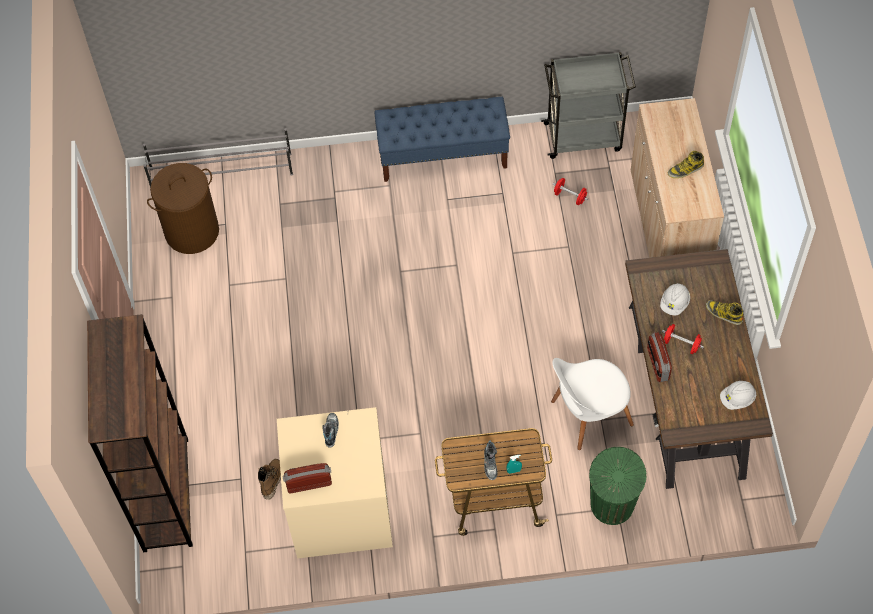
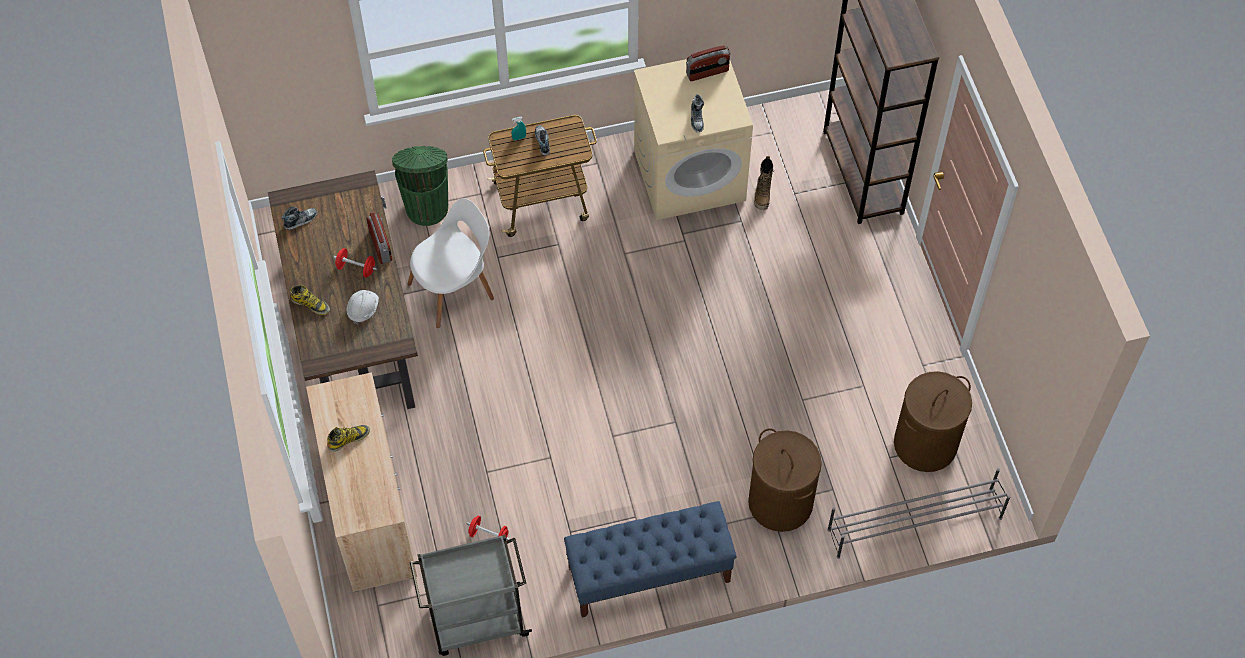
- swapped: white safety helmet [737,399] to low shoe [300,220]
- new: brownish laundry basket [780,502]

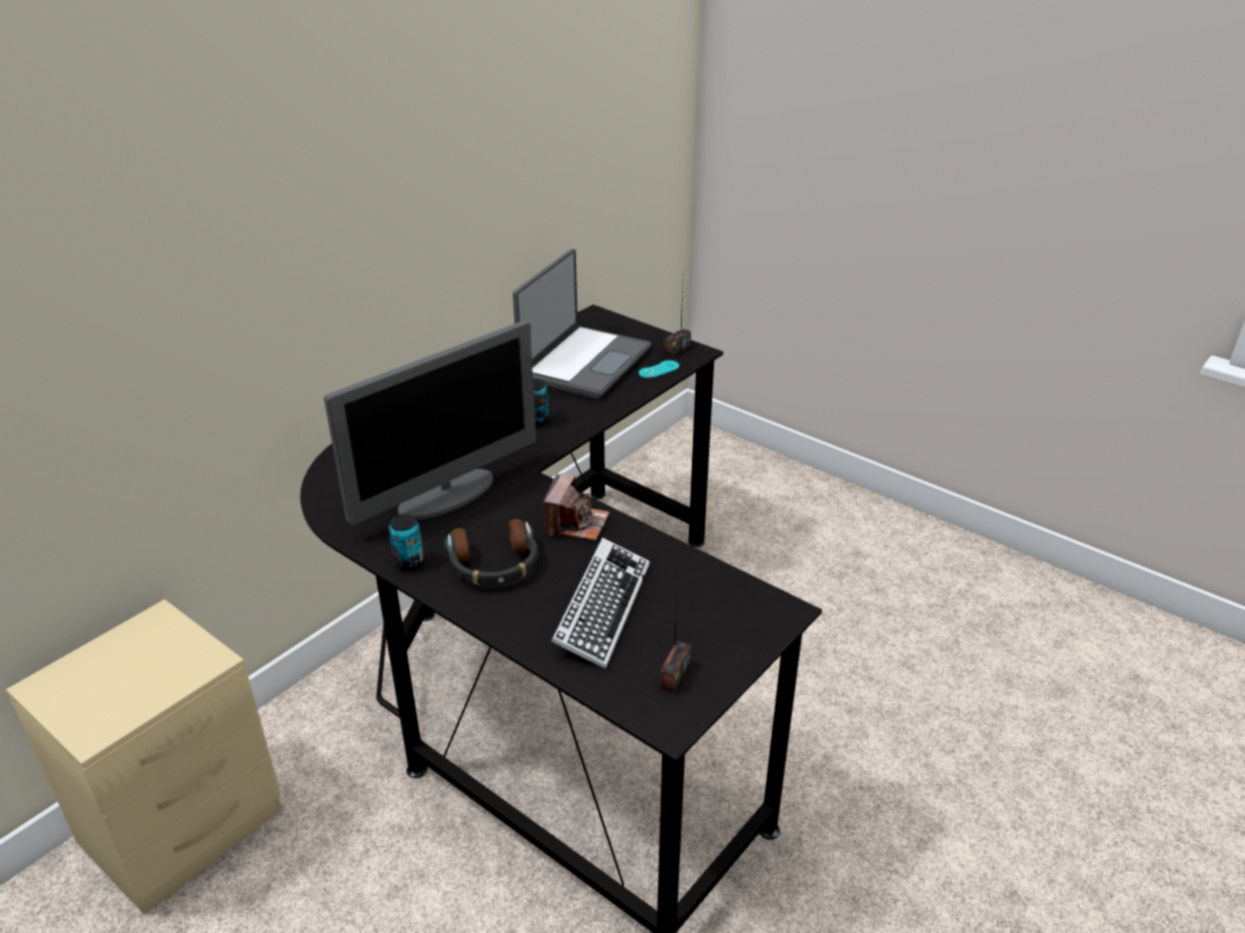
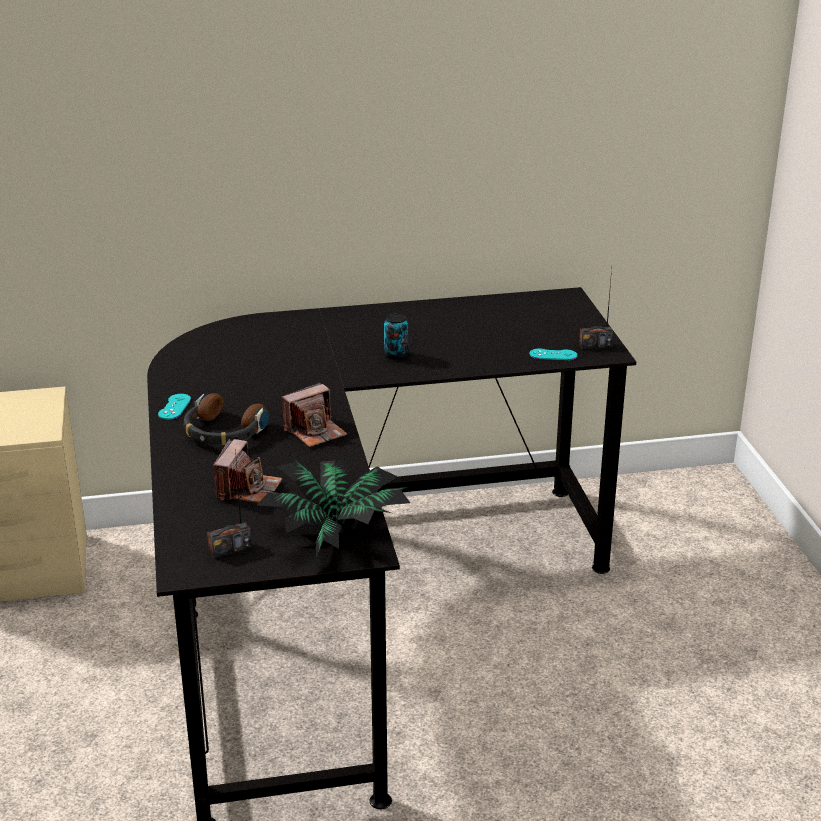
- swapped: metal can [408,562] to turquoise-coloured game controller [174,407]
- swapped: keyboard [602,608] to photo camera [248,489]
- new: plant in a pot [337,533]
- gone: monitor [447,495]
- gone: laptop [583,363]

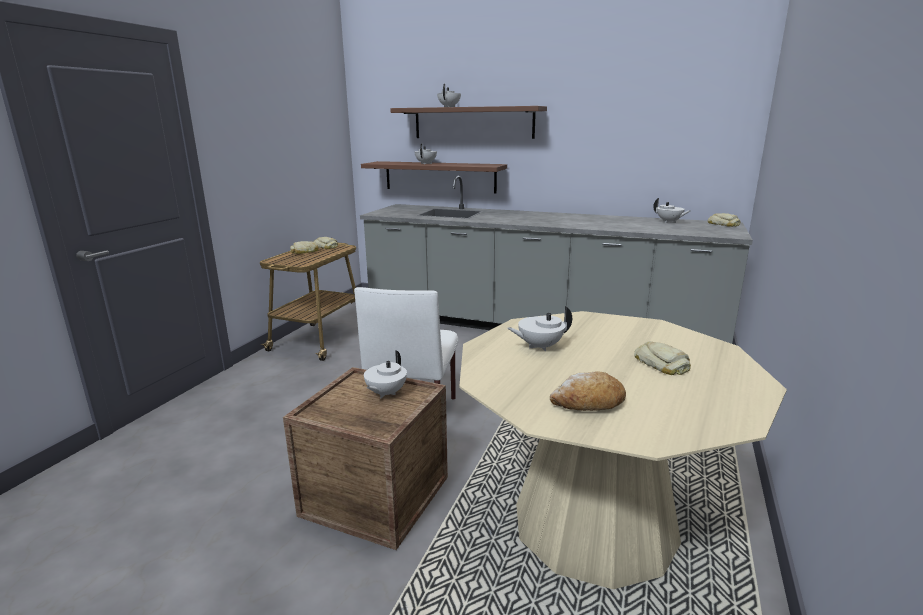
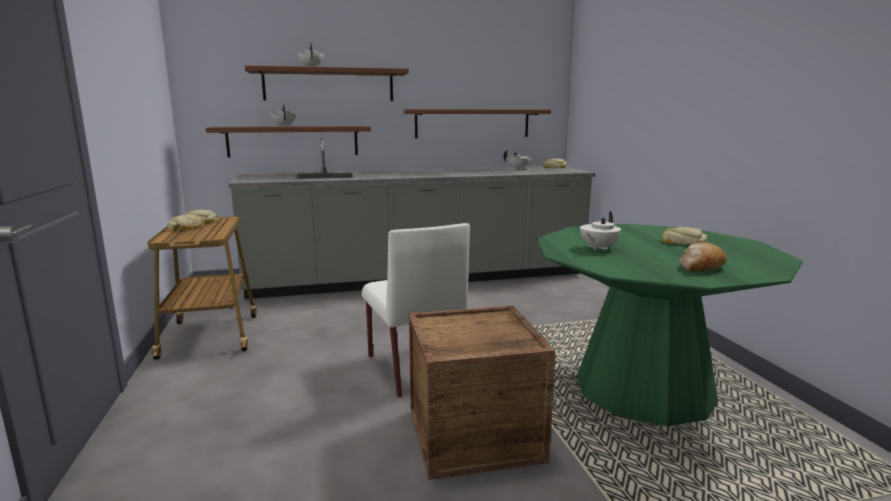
- new: brownish shelf [472,123]
- repainted: beige-coloured kitchen table [594,523] to green kitchen table [644,389]
- gone: white teapot [385,393]

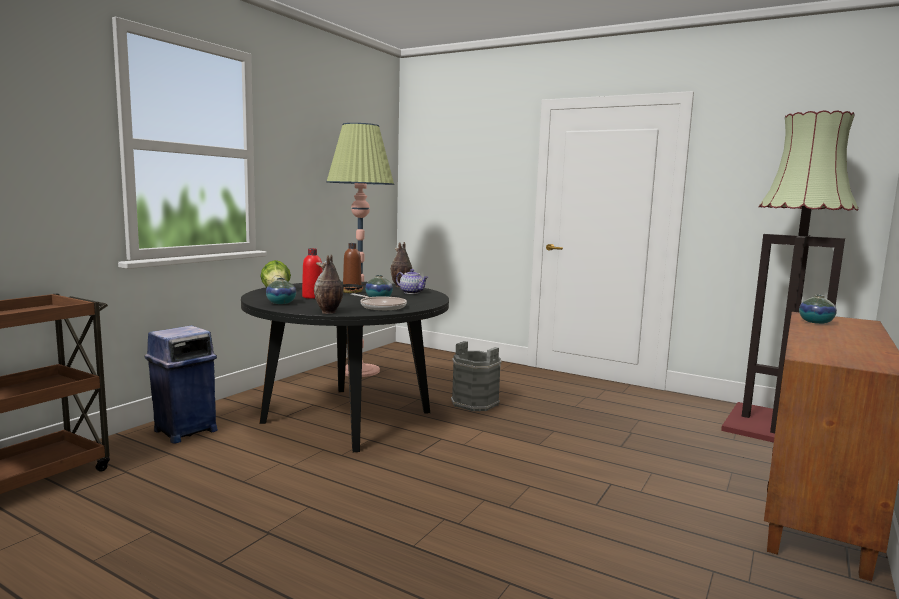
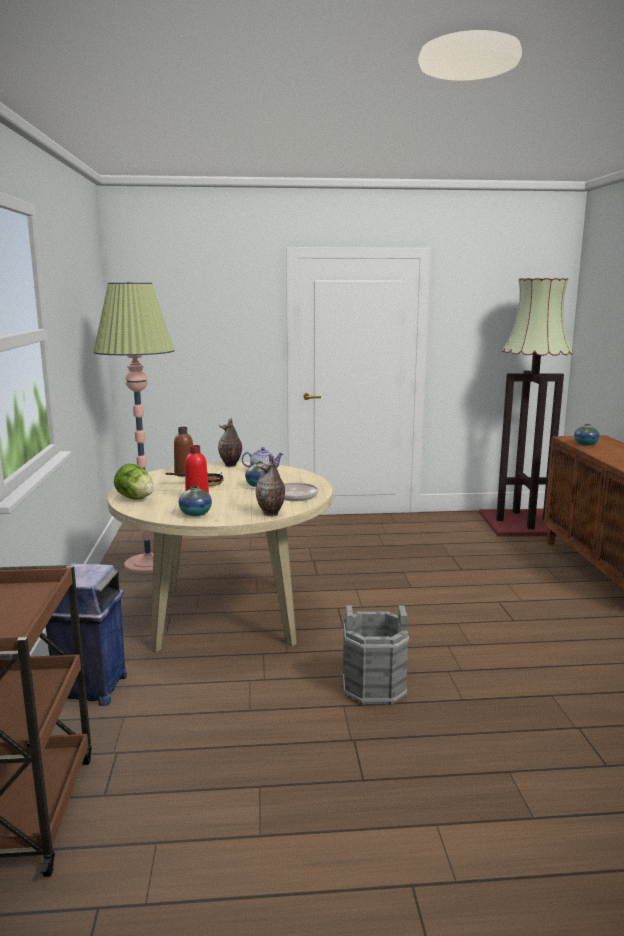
- repainted: black-coloured kitchen table [347,417] to beige-coloured kitchen table [226,615]
- shifted: gray bucket [474,403] to [374,687]

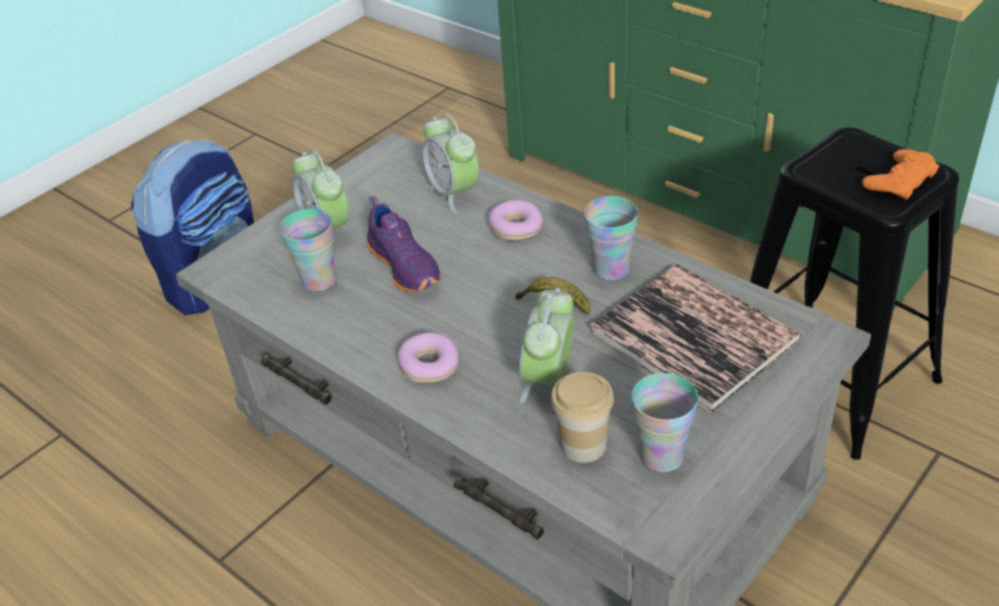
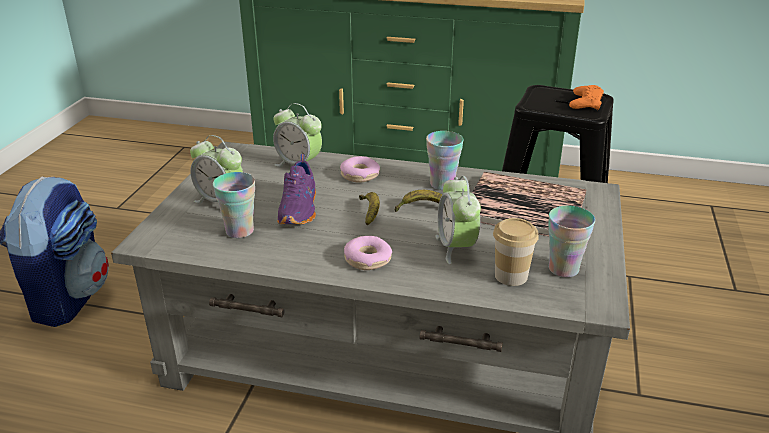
- rotated: purple-coloured low shoe [406,266] = [300,209] 60 degrees clockwise
- new: whole banana [370,212]

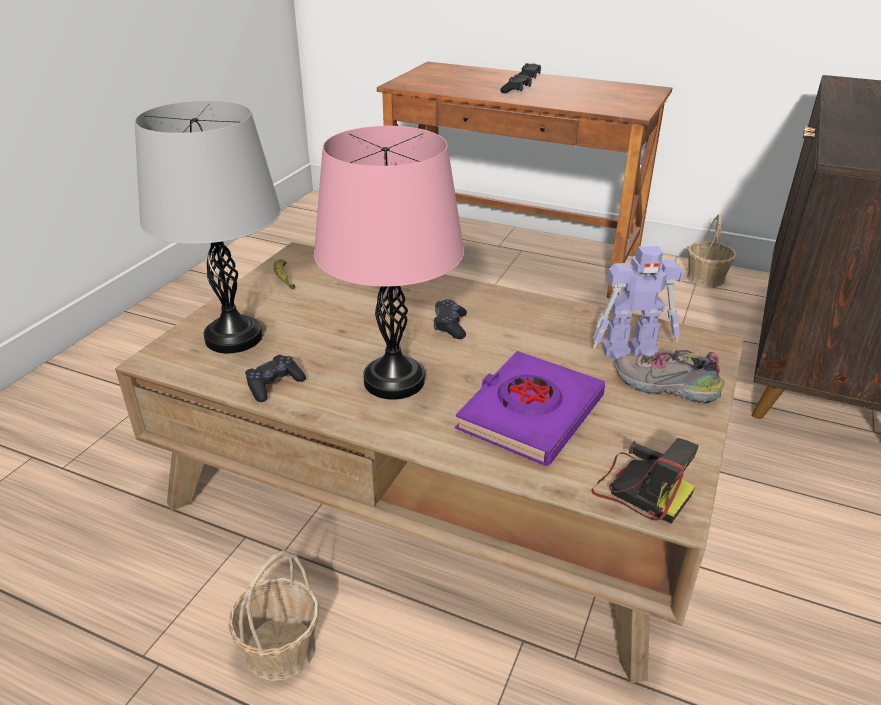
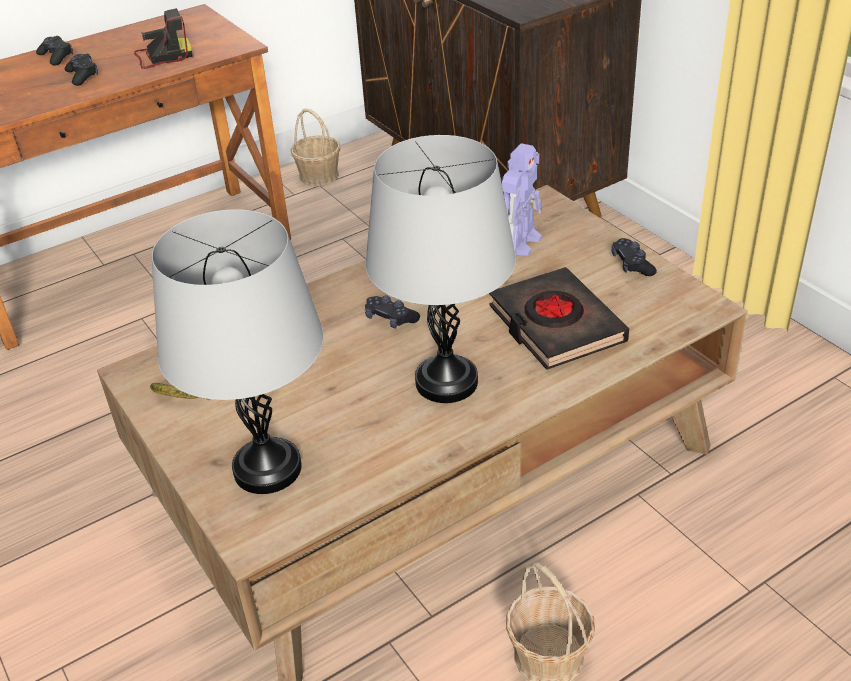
- shifted: photo camera [639,489] to [162,56]
- repainted: pink table lamp [394,381] to gray table lamp [446,382]
- repainted: purple-coloured volume [529,414] to black-coloured volume [555,325]
- shifted: black-coloured game controller [274,385] to [632,264]
- gone: low shoe [665,388]

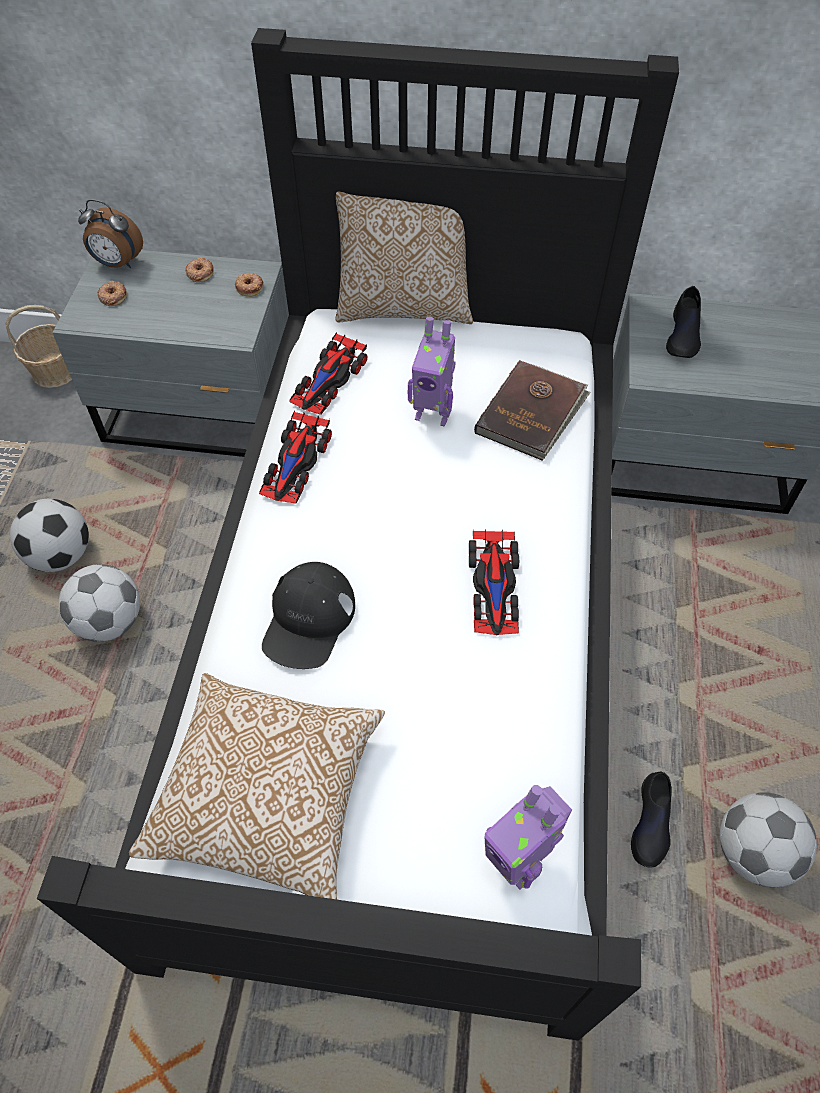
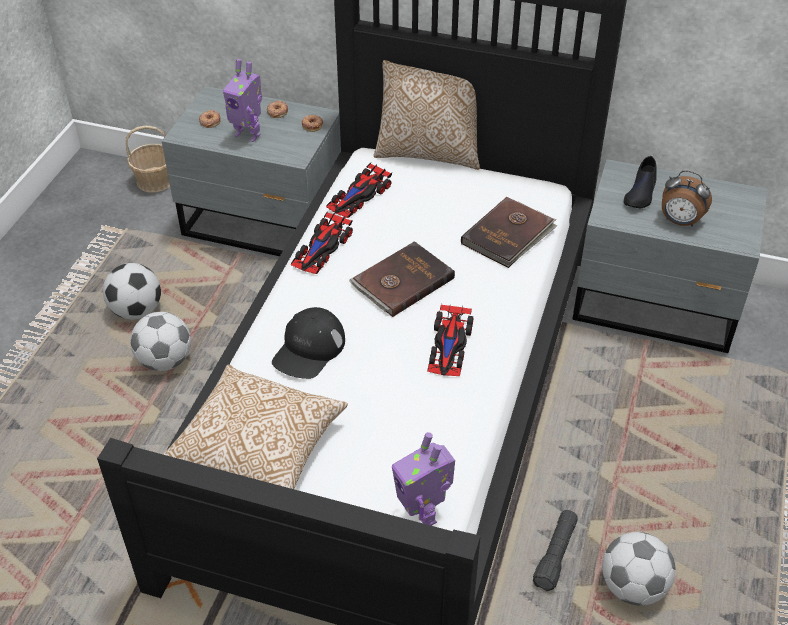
- shifted: robot figure [433,414] to [248,134]
- new: brownish volume [401,281]
- swapped: black-coloured low shoe [651,823] to black-coloured flashlight [555,555]
- shifted: table clock [117,264] to [679,222]

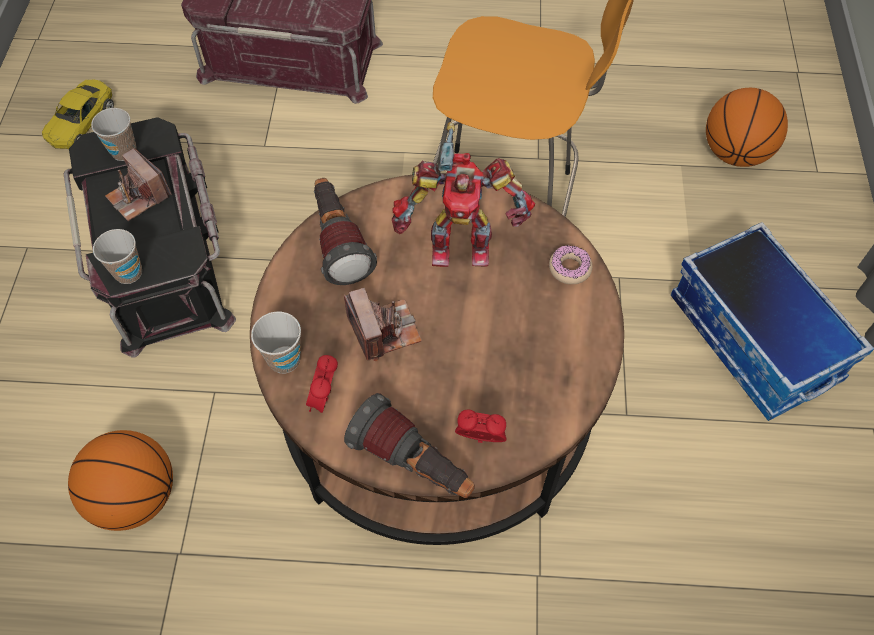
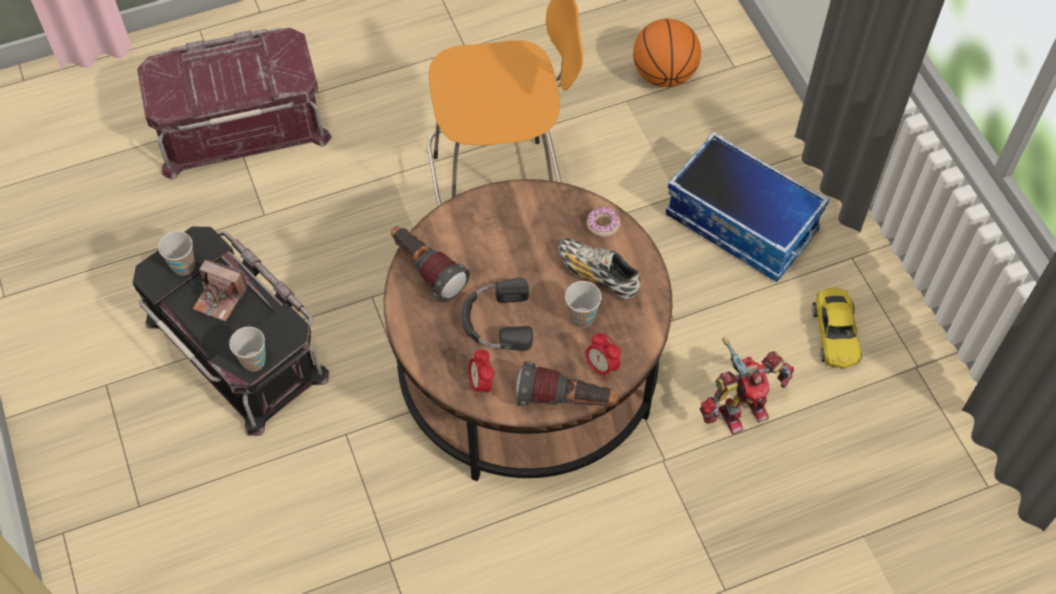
- swapped: photo camera [384,330] to black-coloured pair of headphones [496,321]
- new: low shoe [598,274]
- shifted: cup [284,359] to [581,317]
- rotated: table clock [480,439] = [601,366] 120 degrees counterclockwise
- shifted: robot figure [459,244] to [740,410]
- shifted: yellowish miniature car [81,122] to [835,333]
- gone: basketball [136,496]

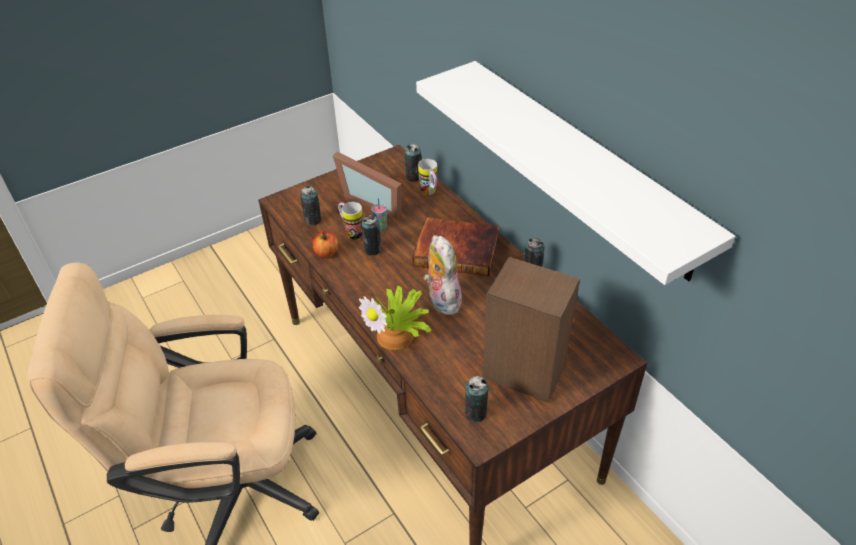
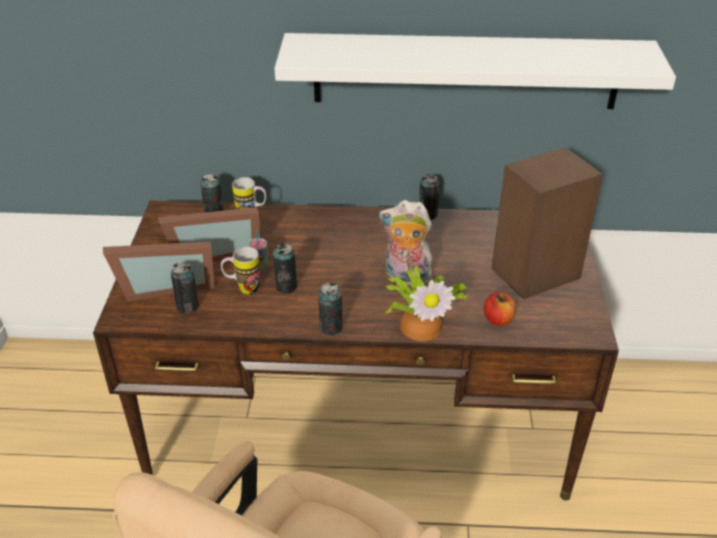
- new: standing frame [165,286]
- shifted: metal can [475,413] to [330,328]
- shifted: apple [326,252] to [498,319]
- gone: volume [457,249]

